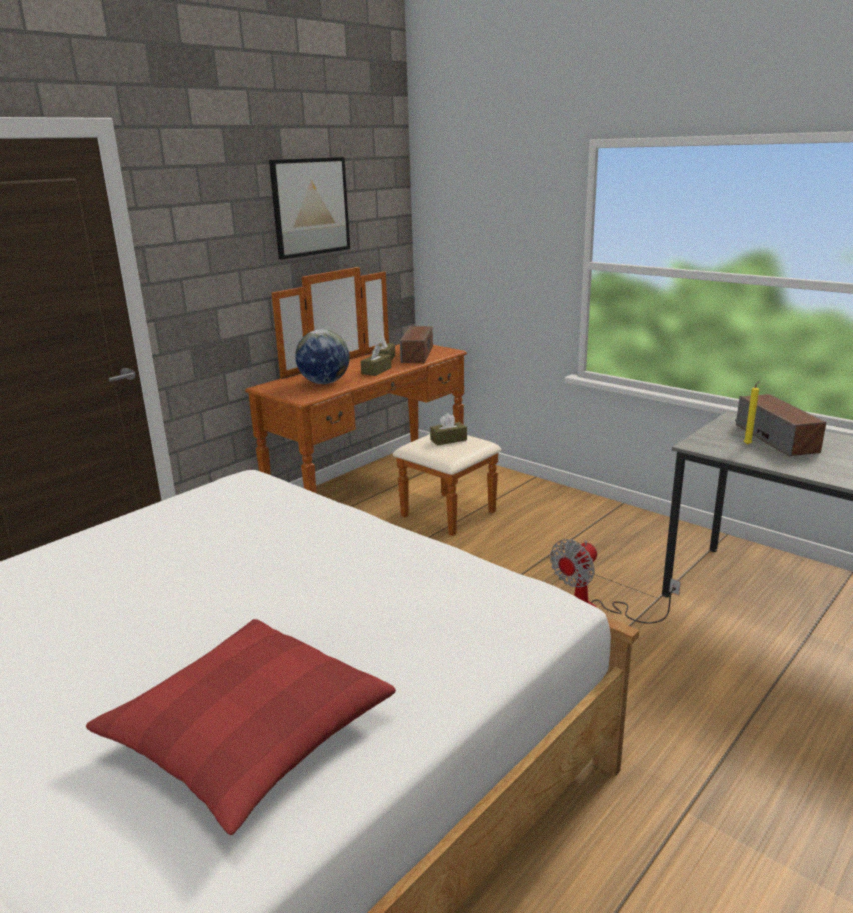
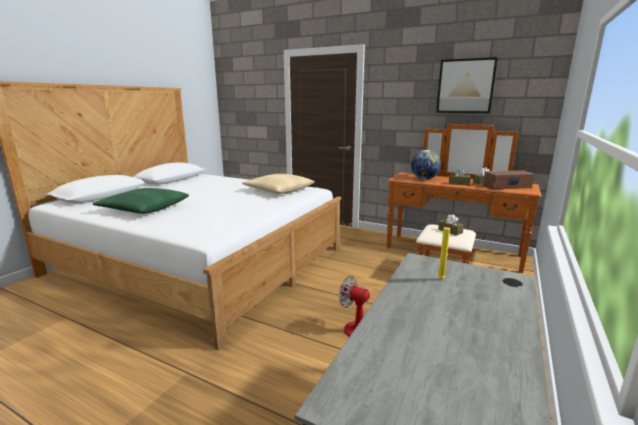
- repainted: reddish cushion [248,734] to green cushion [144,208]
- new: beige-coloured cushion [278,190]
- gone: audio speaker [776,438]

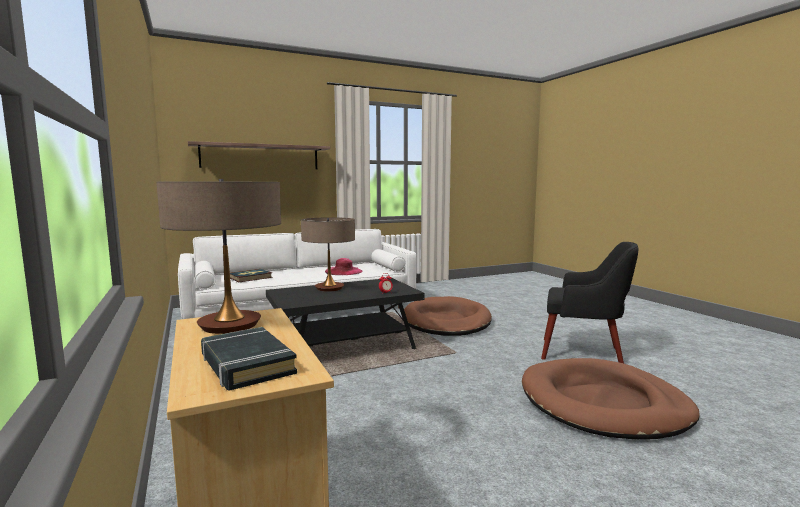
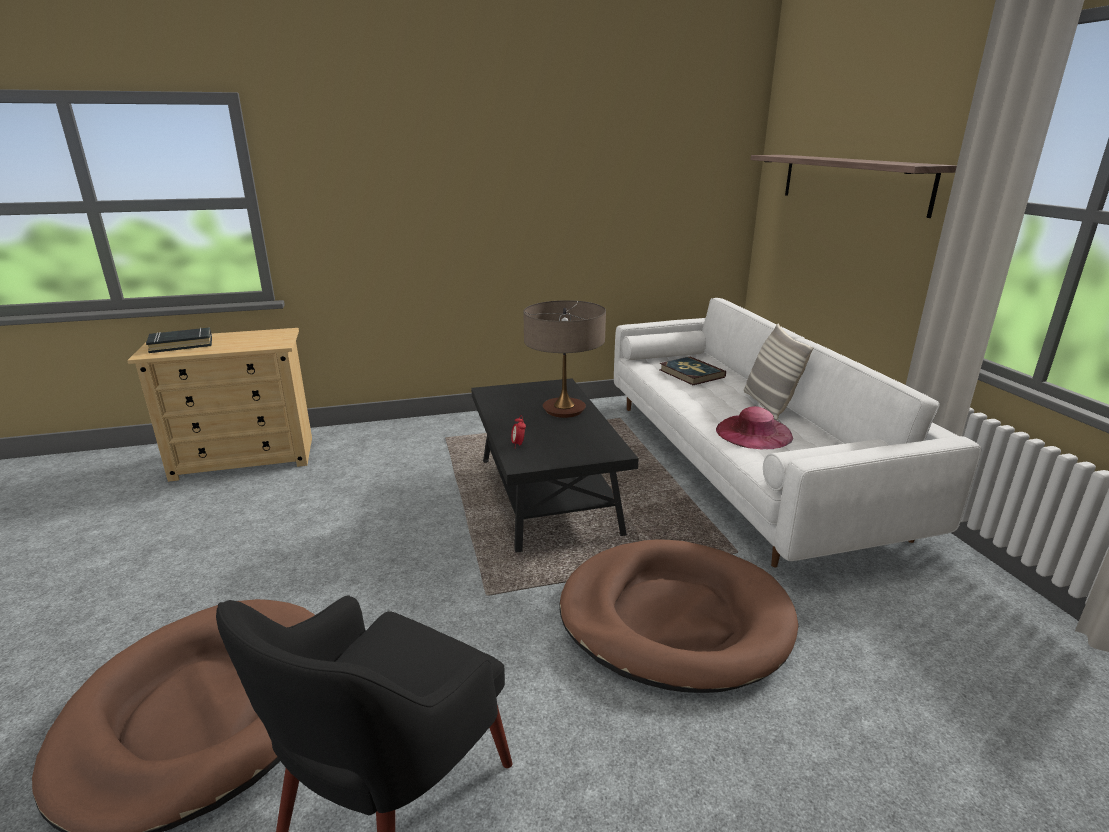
- new: cushion [768,405]
- gone: table lamp [229,325]

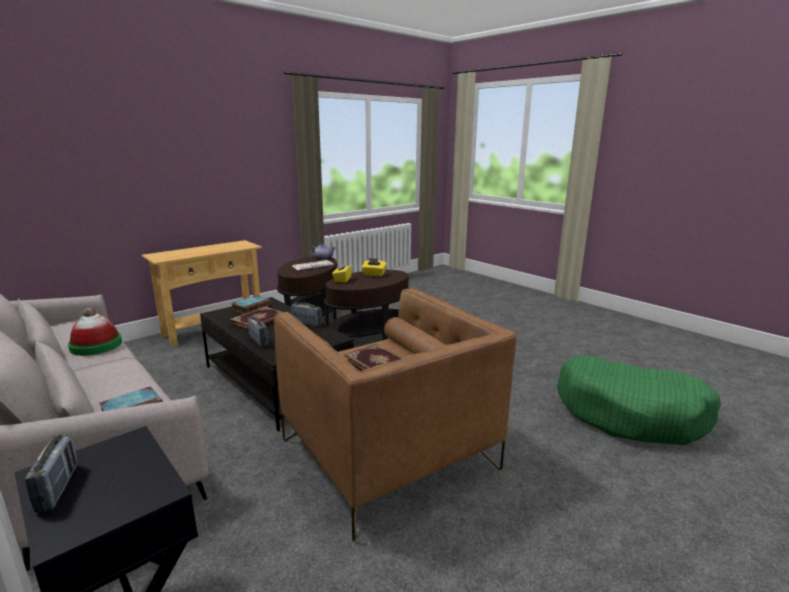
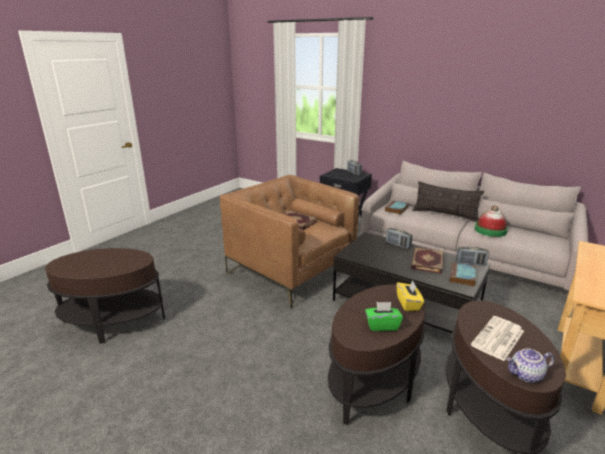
- swapped: green pet bed [630,414] to brownish accent table [114,322]
- repainted: yellowish tissue holder [374,274] to green tissue holder [382,325]
- new: cushion [445,215]
- shifted: radio [307,323] to [470,263]

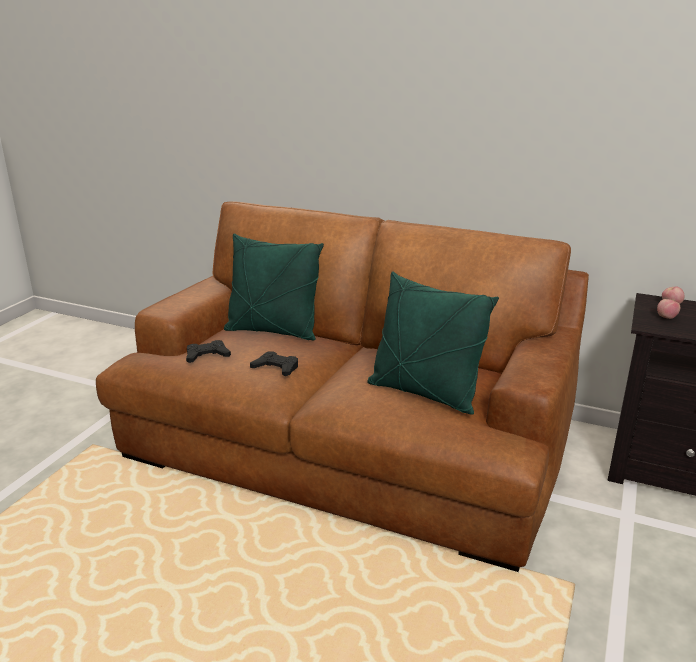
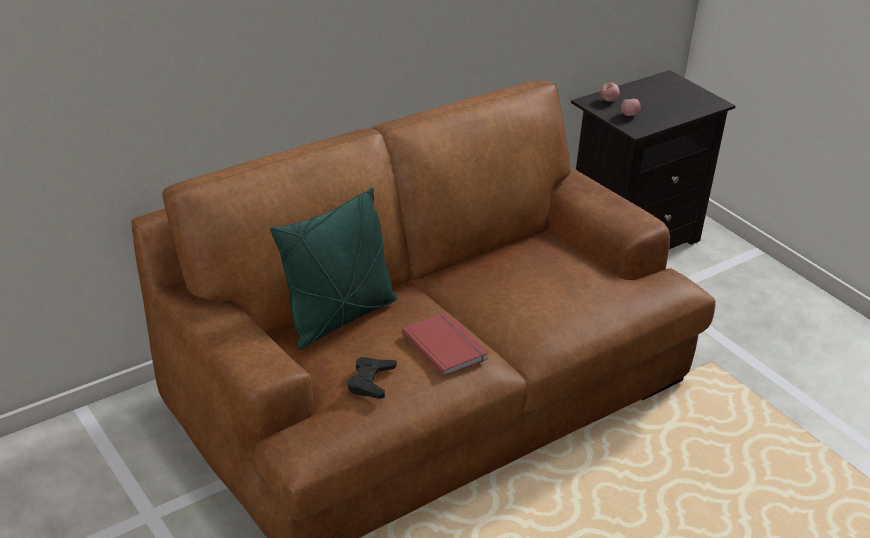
- swapped: black-coloured game controller [276,368] to reddish volume [446,345]
- gone: green cushion [424,393]

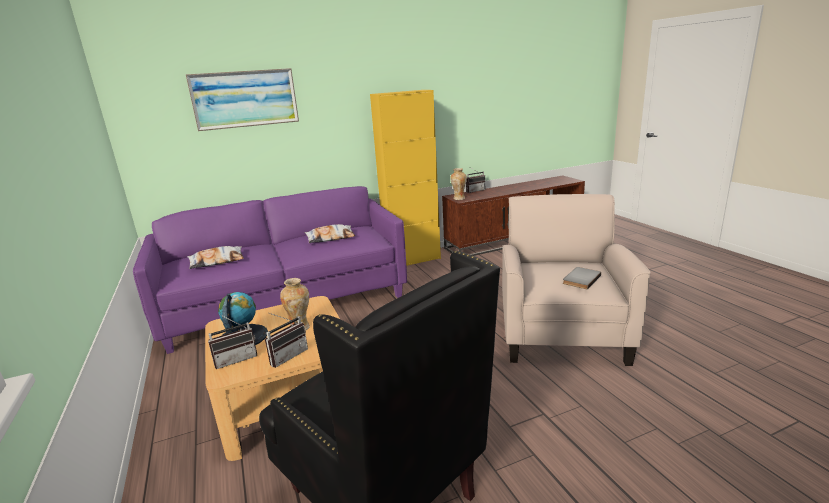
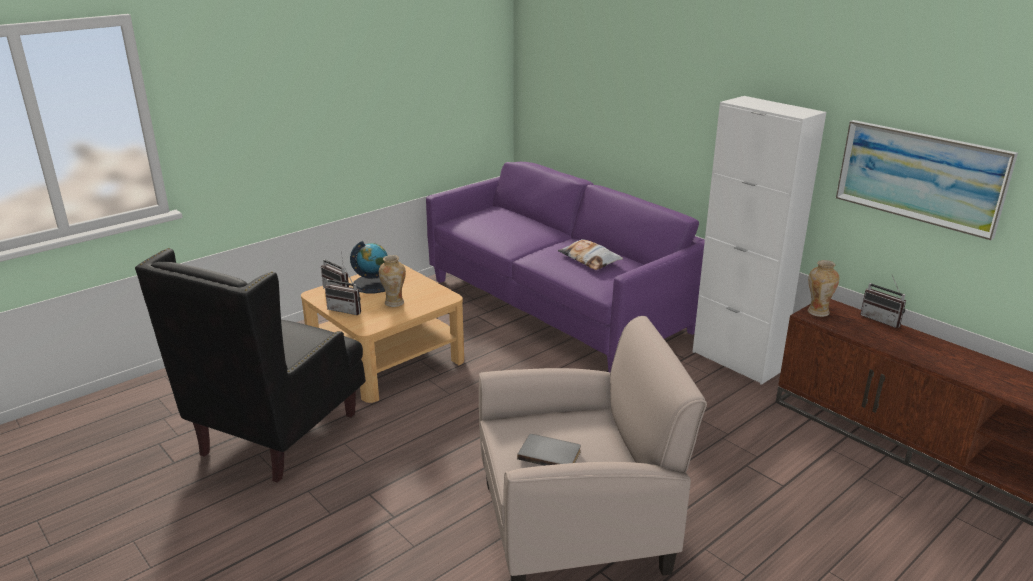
- repainted: yellowish storage cabinet [413,260] to white storage cabinet [736,361]
- shifted: picture [245,99] to [920,176]
- gone: cushion [217,261]

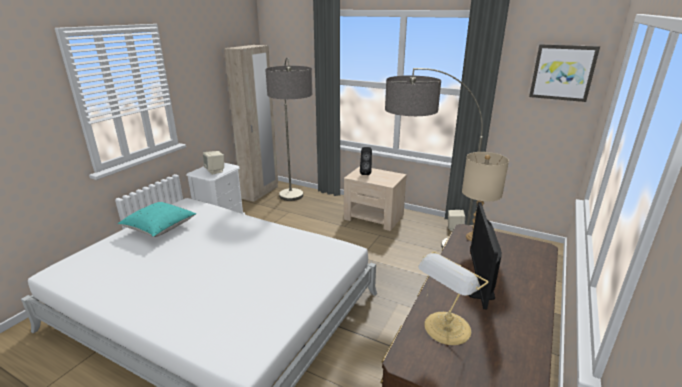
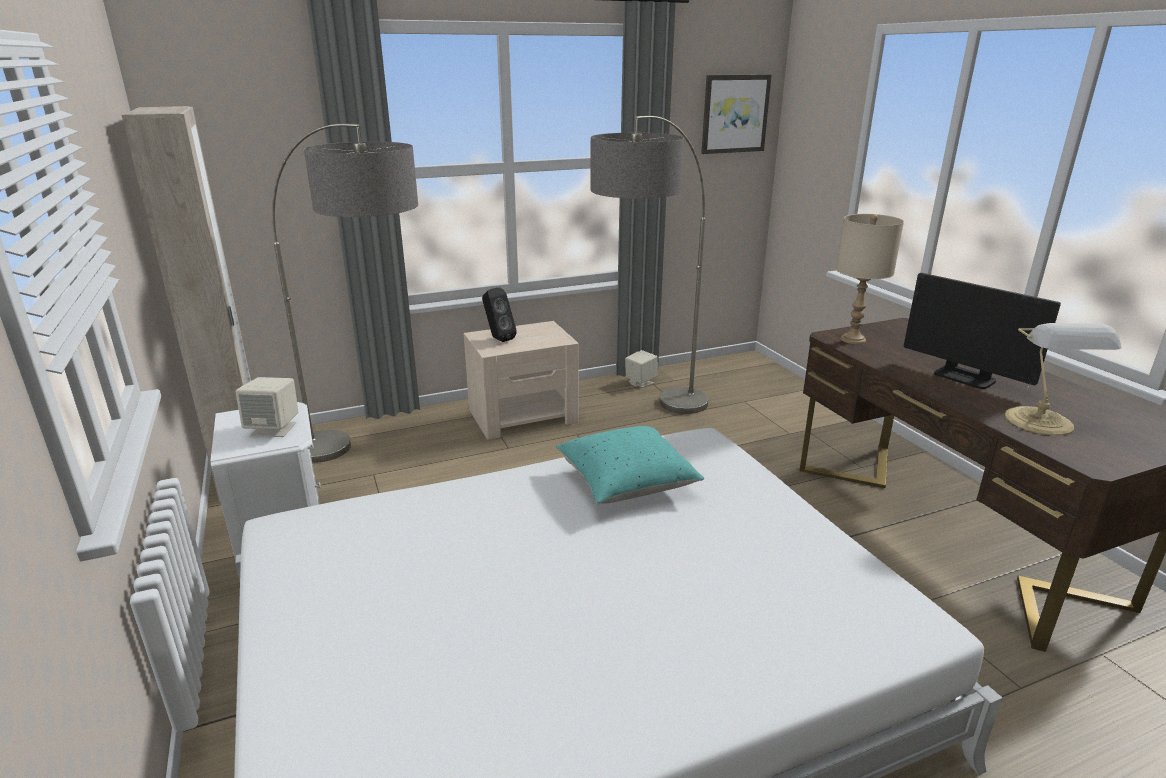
- shifted: turquoise-coloured cushion [160,228] to [626,483]

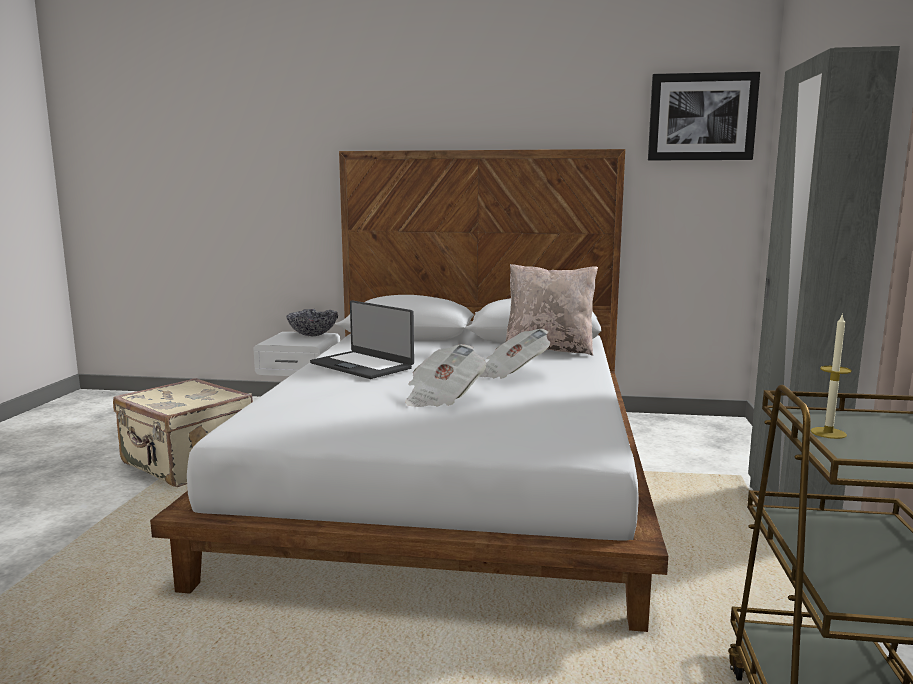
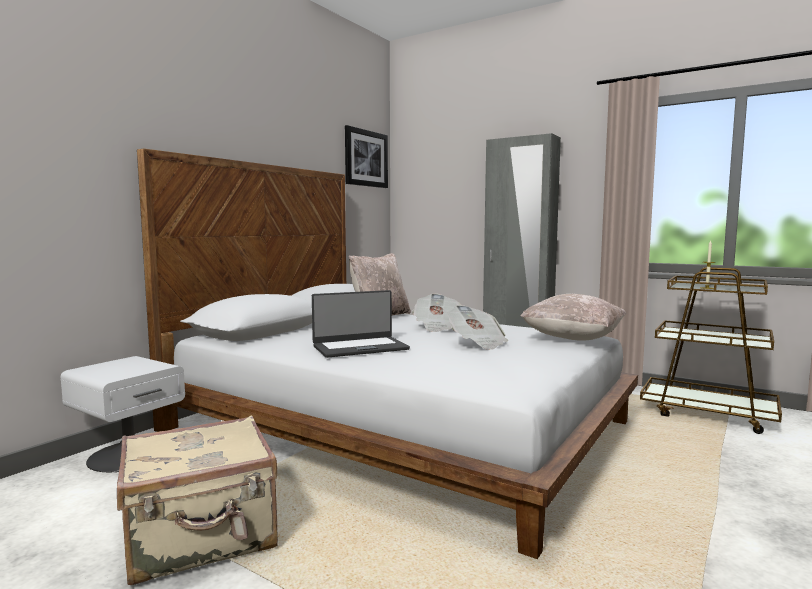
- new: beige-coloured cushion [573,339]
- gone: deep dish [312,335]

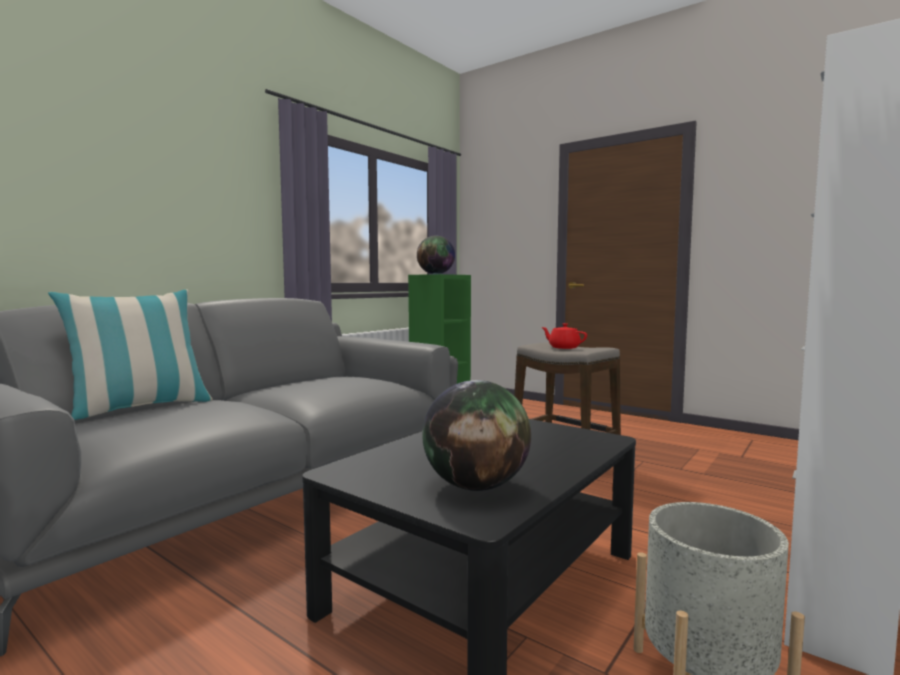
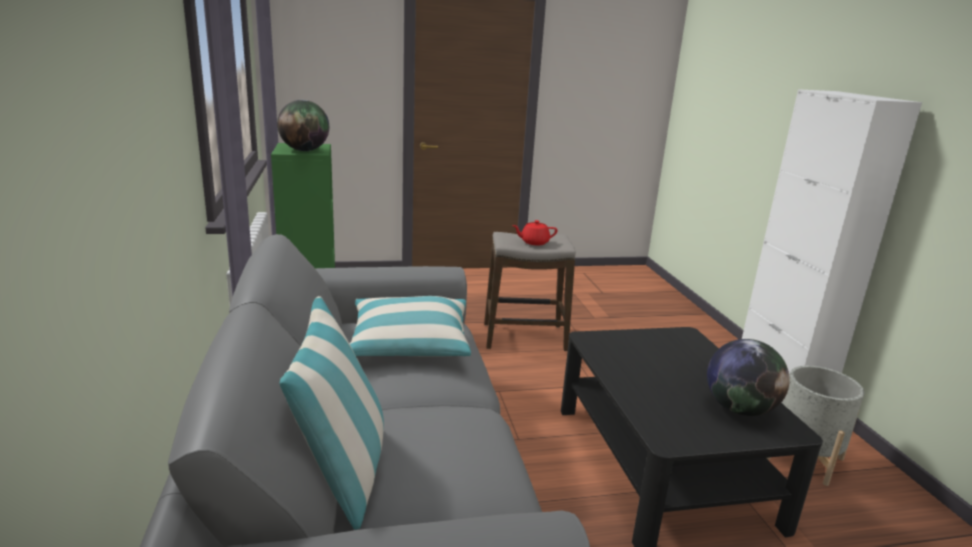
- new: cushion [410,342]

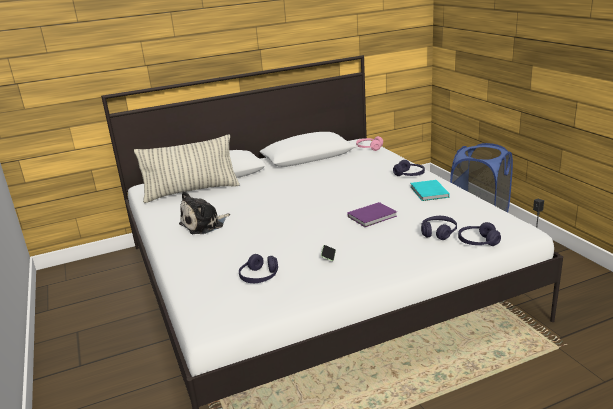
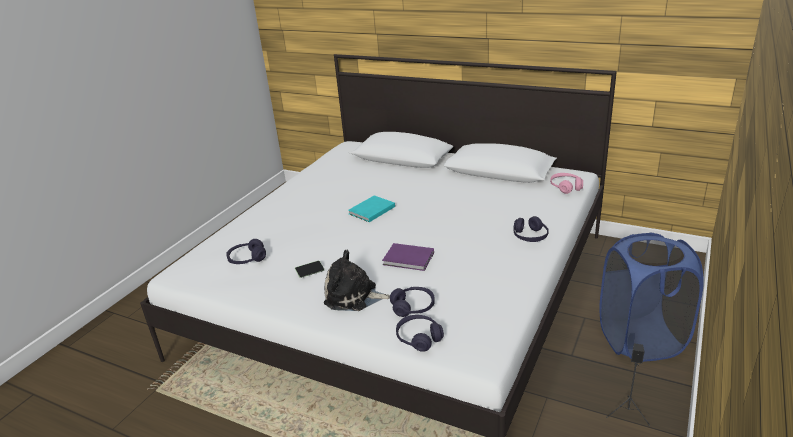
- shifted: soft toy [204,224] to [354,296]
- shifted: turquoise-coloured volume [429,192] to [370,210]
- gone: cushion [191,191]

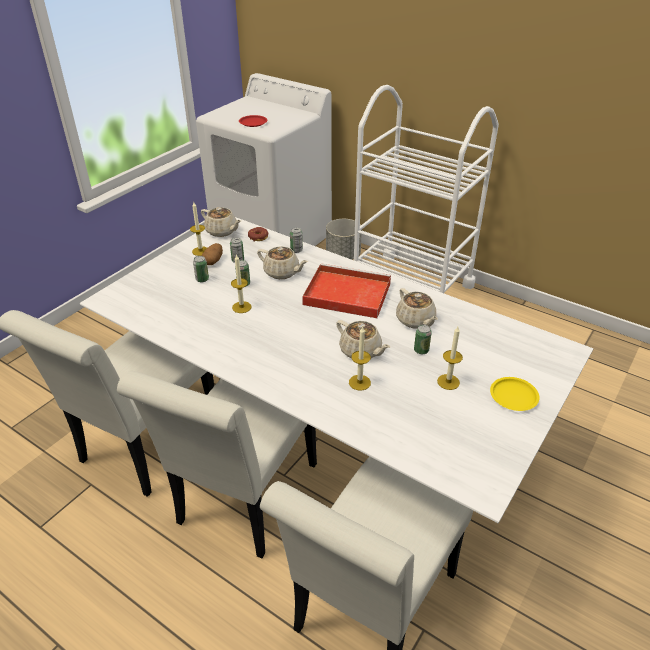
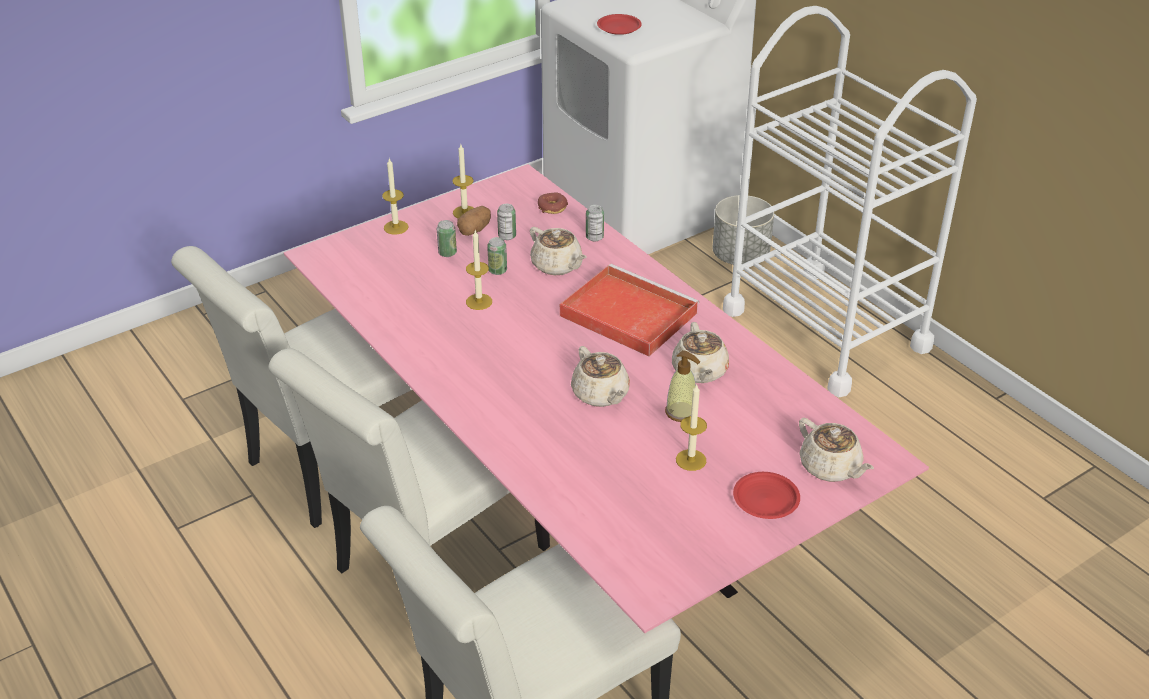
- repainted: white kitchen table [324,443] to pink kitchen table [574,523]
- shifted: wax candle [359,382] to [396,227]
- swapped: metal can [421,350] to soap bottle [681,412]
- repainted: yellowish plate [513,397] to reddish plate [765,500]
- shifted: beige-coloured teapot [222,231] to [830,468]

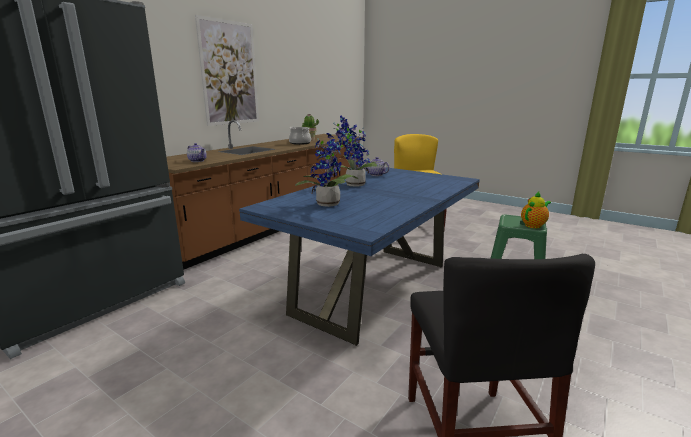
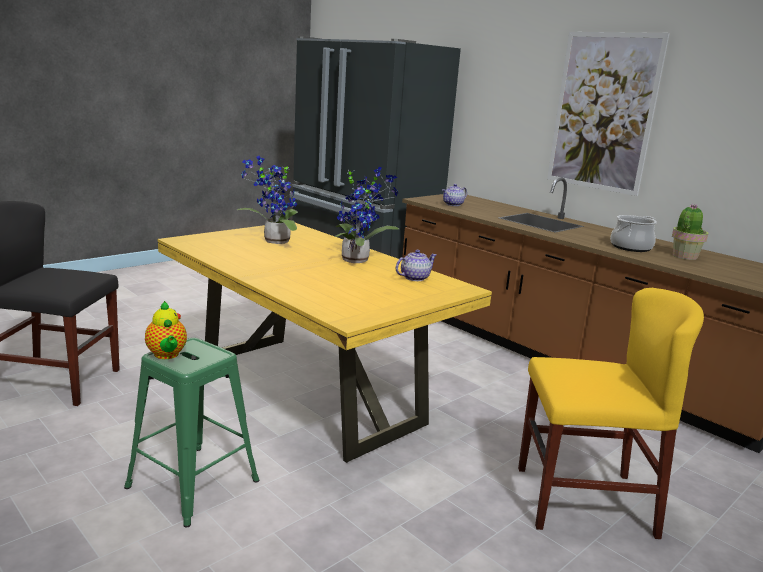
- repainted: blue kitchen table [373,289] to yellowish kitchen table [306,391]

